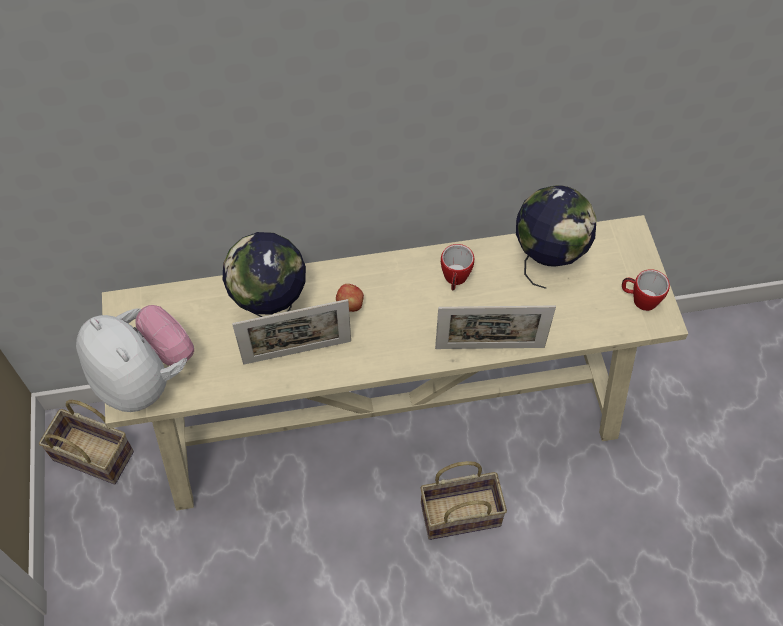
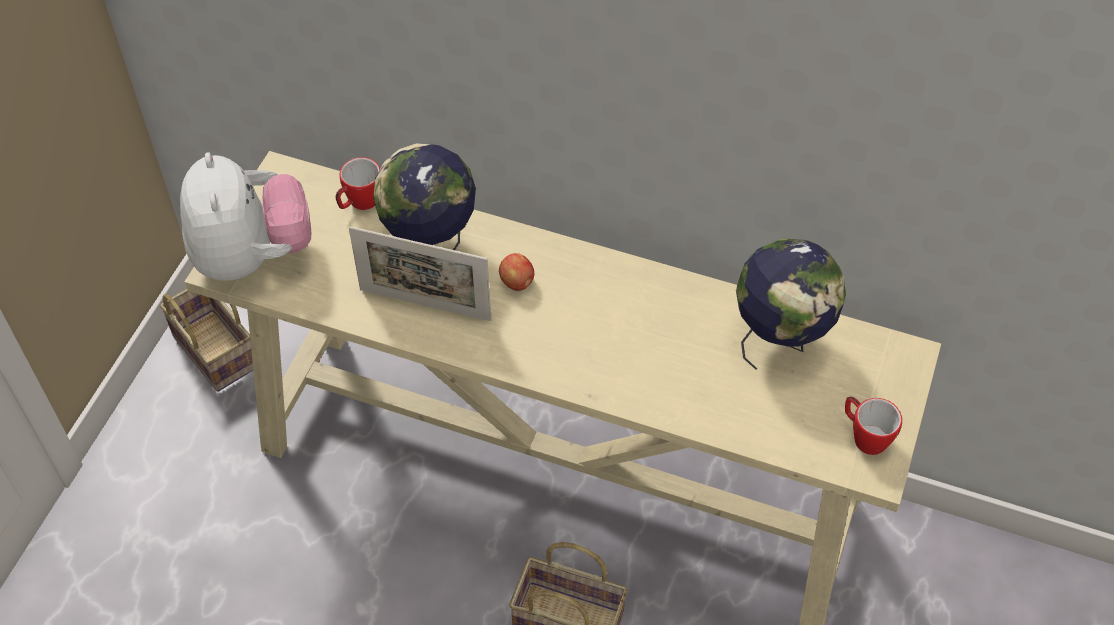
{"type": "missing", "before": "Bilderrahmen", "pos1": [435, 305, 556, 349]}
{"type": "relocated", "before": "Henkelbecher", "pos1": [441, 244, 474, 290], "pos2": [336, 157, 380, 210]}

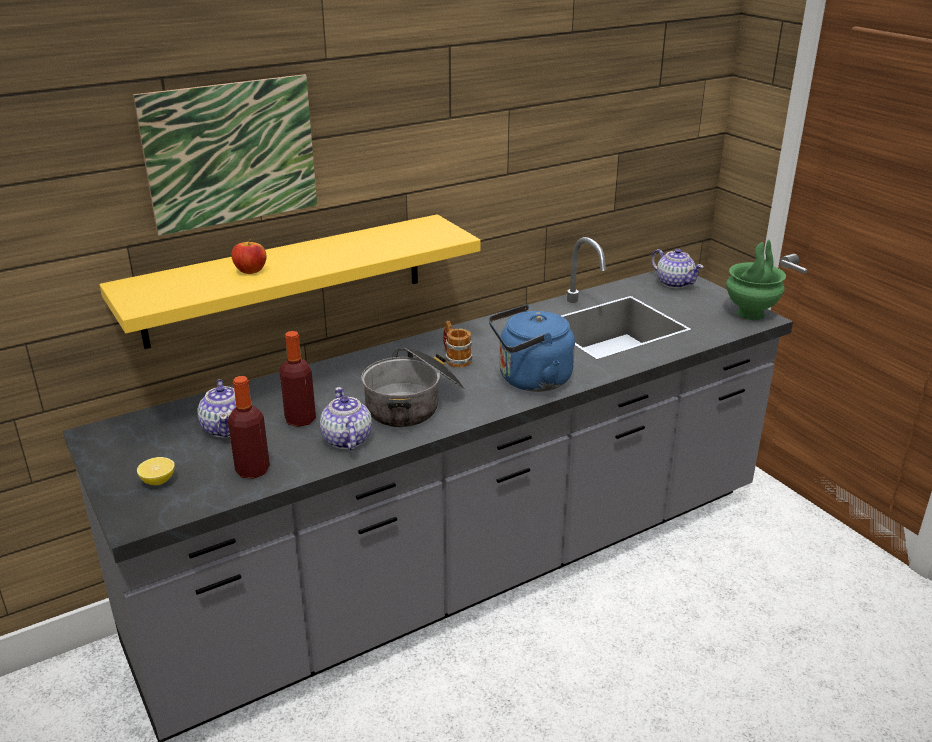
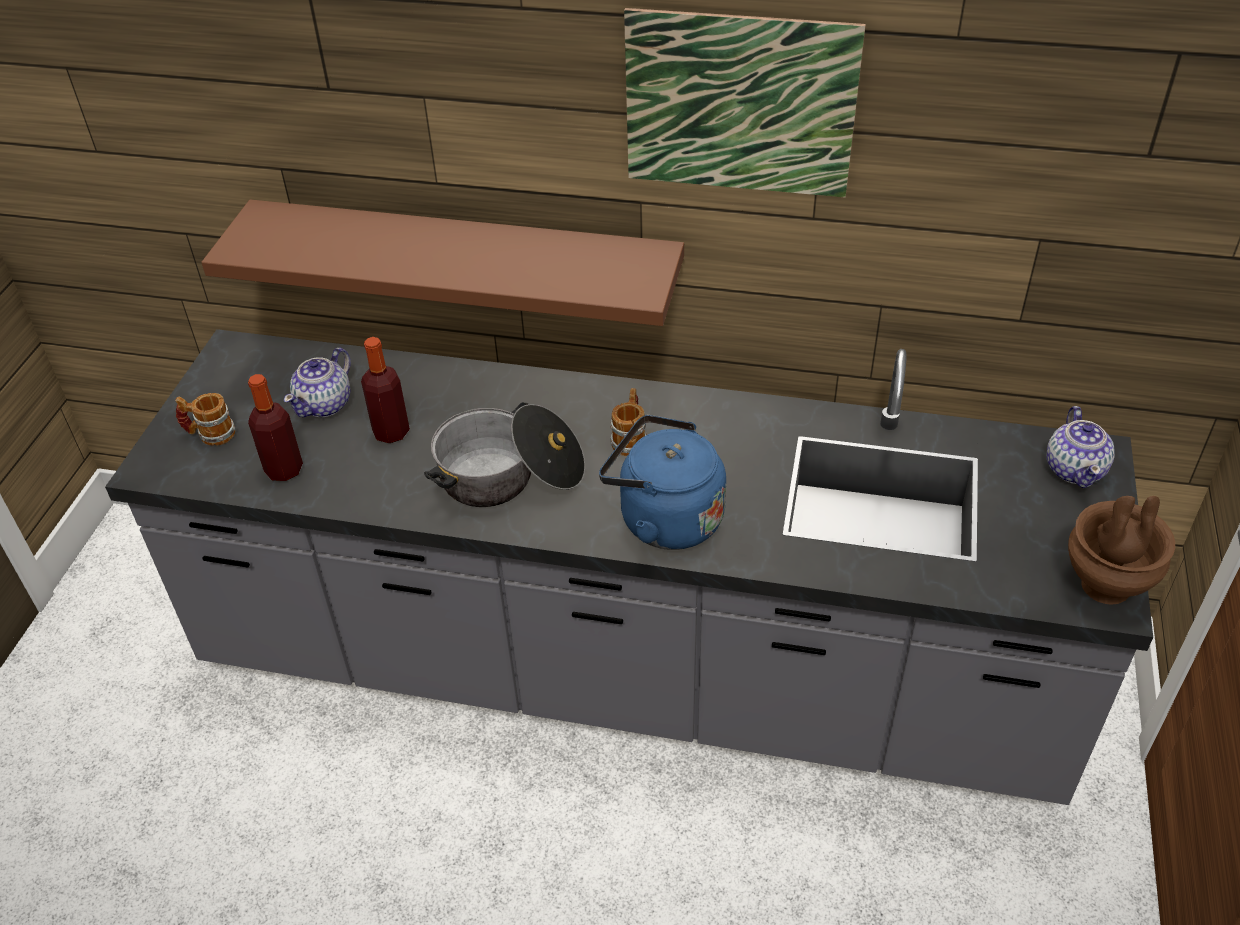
{"type": "colour", "before": "Wandregal/gelb", "after": "Wandregal/braun", "pos1": [99, 214, 481, 349], "pos2": [201, 200, 684, 326]}
{"type": "relocated", "before": "Bild", "pos1": [133, 74, 317, 236], "pos2": [624, 8, 866, 198]}
{"type": "exchanged", "before": "Zitrone", "after": "Henkelbecher", "pos1": [137, 457, 175, 485], "pos2": [175, 393, 235, 446]}
{"type": "missing", "before": "Apfel", "pos1": [231, 239, 266, 274]}
{"type": "missing", "before": "Teekanne", "pos1": [320, 387, 372, 450]}
{"type": "colour", "before": "Vase/grün", "after": "Vase/braun", "pos1": [726, 239, 786, 320], "pos2": [1068, 496, 1175, 605]}

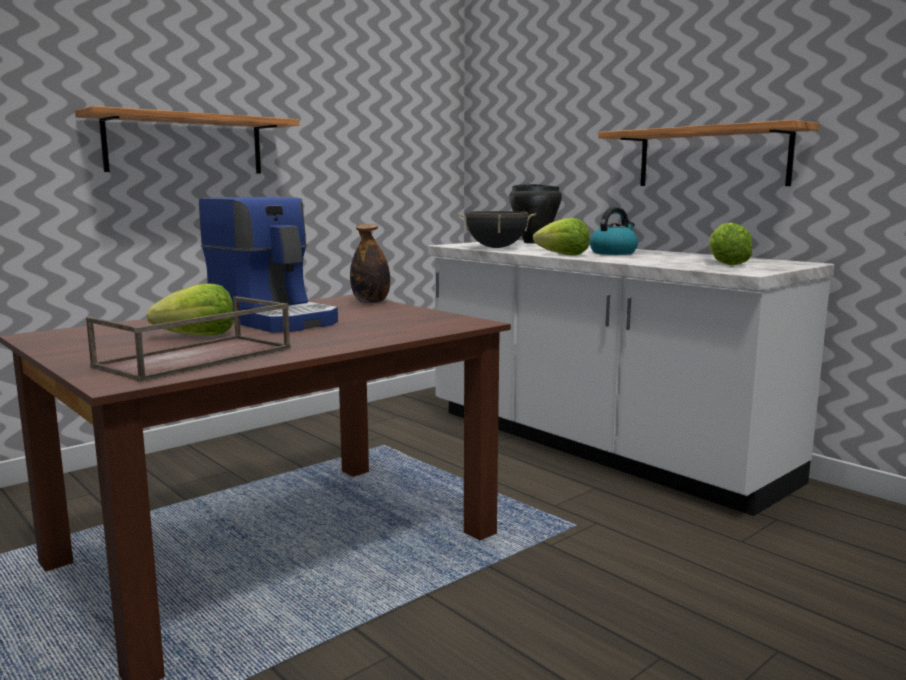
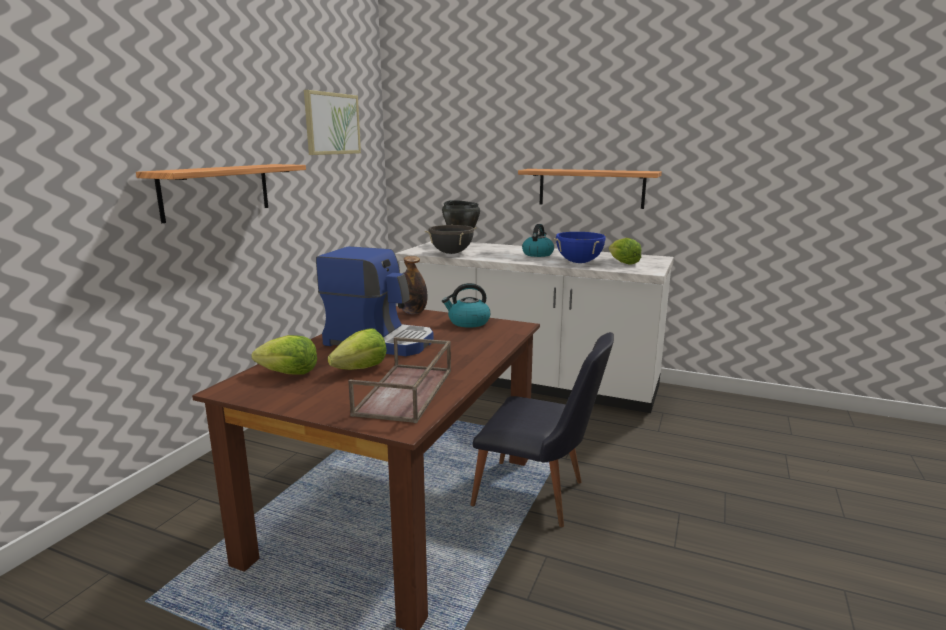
{"type": "relocated", "before": "Salatkopf", "pos1": [533, 218, 590, 255], "pos2": [251, 335, 317, 375]}
{"type": "appeared", "after": "Bild", "pos2": [304, 90, 361, 155]}
{"type": "appeared", "after": "Wasserkessel", "pos2": [442, 283, 490, 328]}
{"type": "appeared", "after": "Stuhl/schwarz", "pos2": [471, 332, 614, 527]}
{"type": "appeared", "after": "Kochtopf/blau", "pos2": [554, 232, 606, 263]}

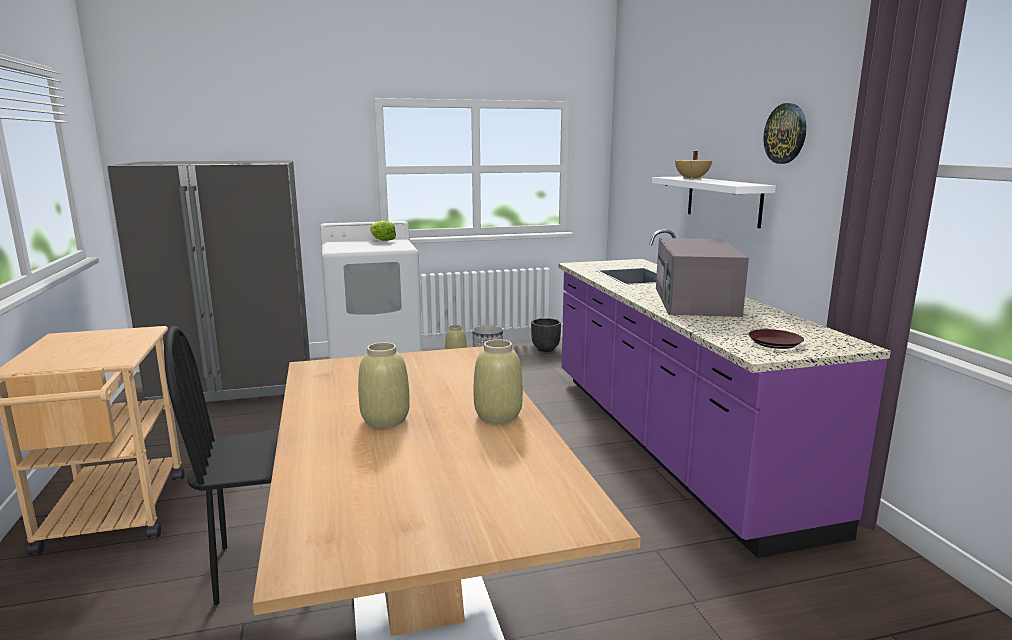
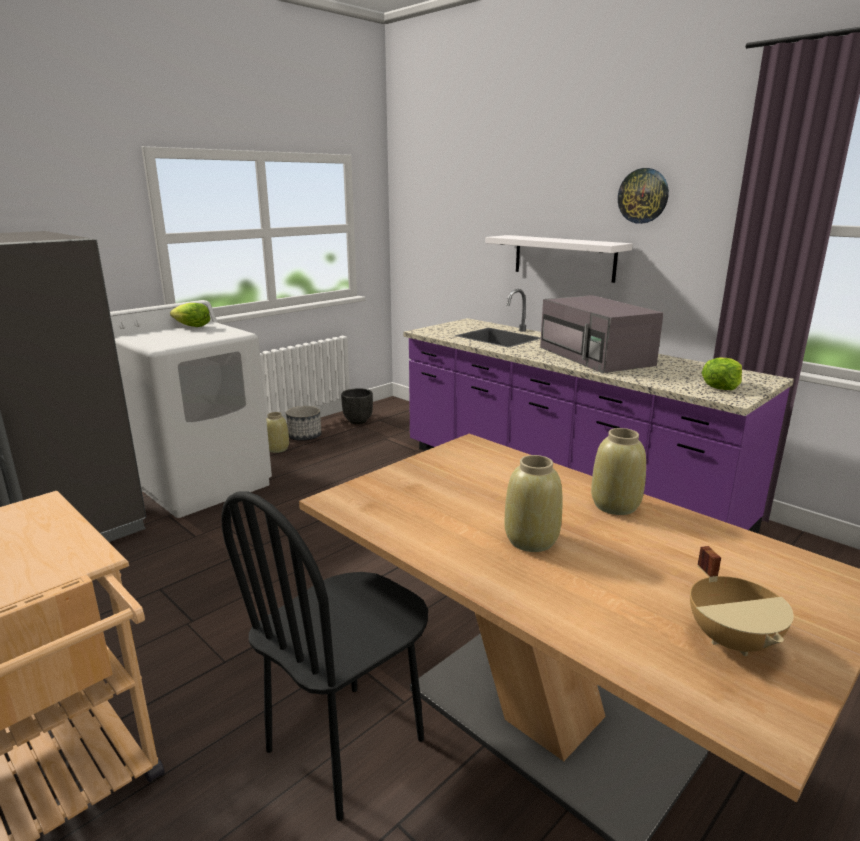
{"type": "relocated", "before": "Kochtopf/beige", "pos1": [675, 151, 713, 180], "pos2": [690, 546, 794, 656]}
{"type": "exchanged", "before": "Teller/braun", "after": "Salatkopf", "pos1": [748, 329, 804, 349], "pos2": [702, 357, 742, 390]}

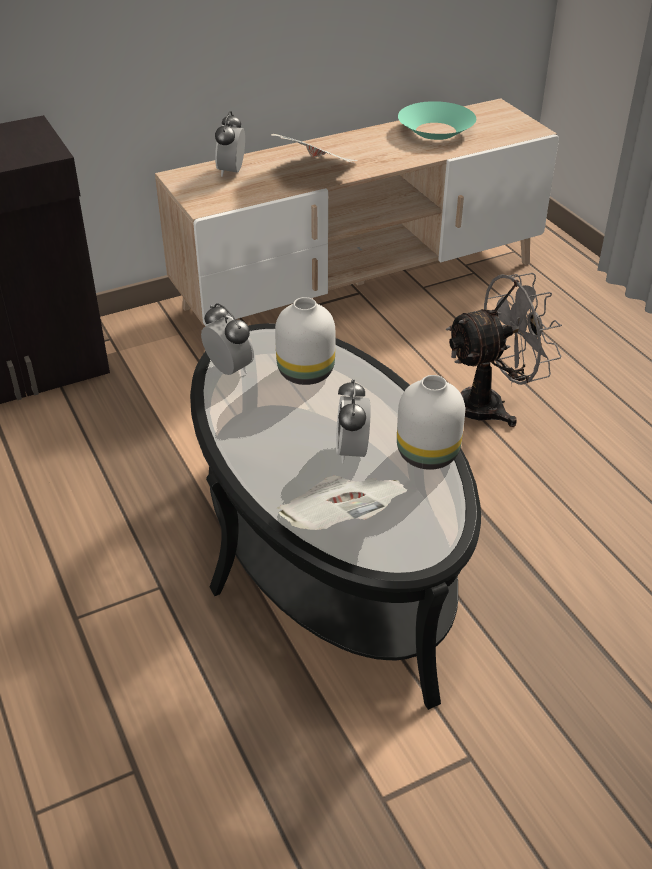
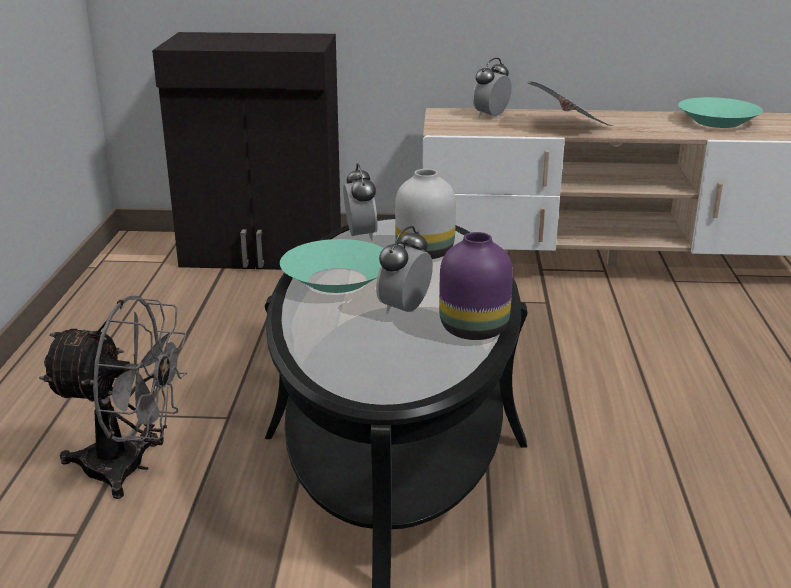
{"type": "missing", "before": "Zeitung", "pos1": [277, 476, 407, 530]}
{"type": "colour", "before": "Vase/weiß", "after": "Vase/lila", "pos1": [397, 375, 465, 470], "pos2": [439, 232, 513, 340]}
{"type": "relocated", "before": "Ventilator/grau", "pos1": [446, 273, 562, 427], "pos2": [39, 295, 187, 499]}
{"type": "appeared", "after": "Schüssel/türkis", "pos2": [280, 239, 384, 293]}

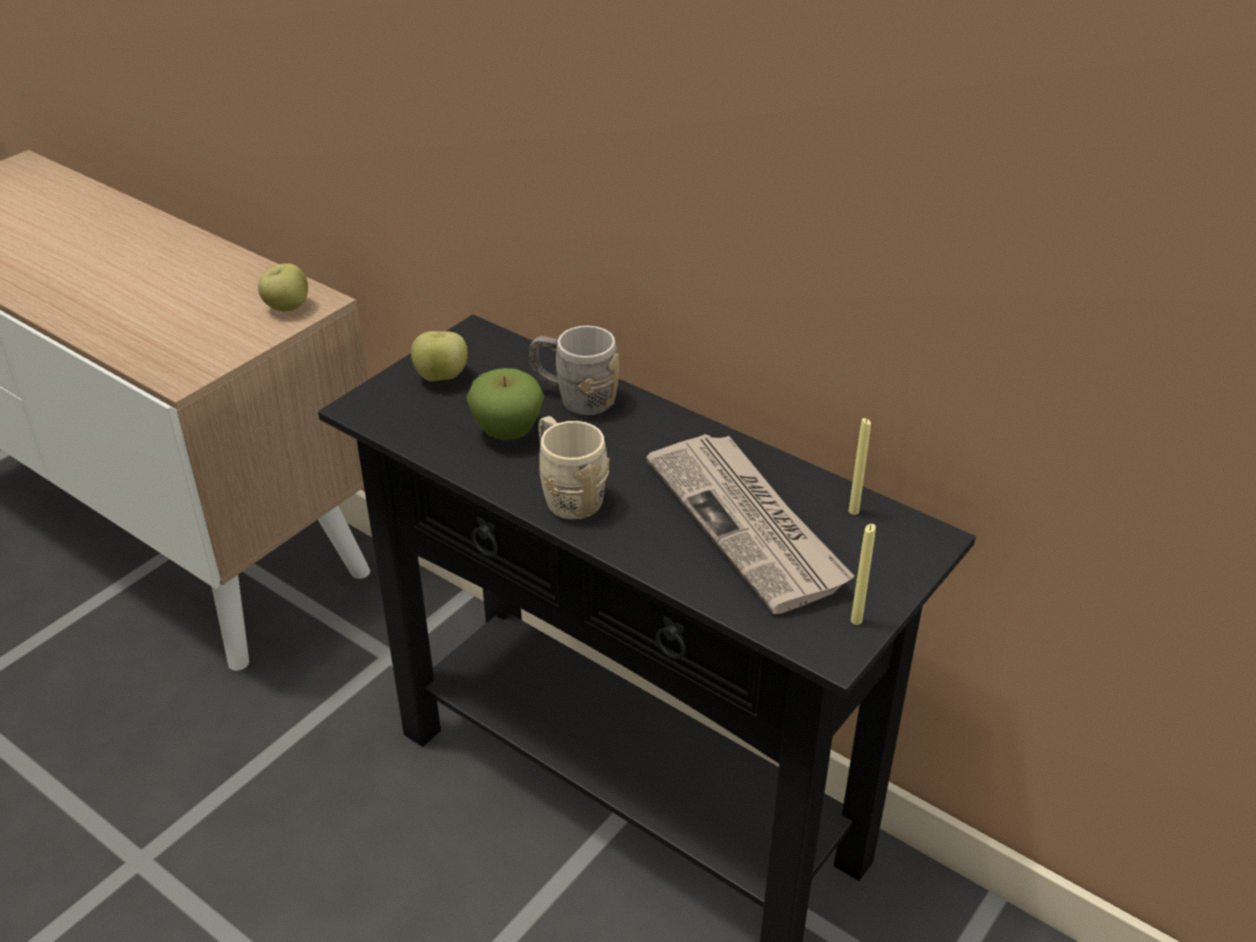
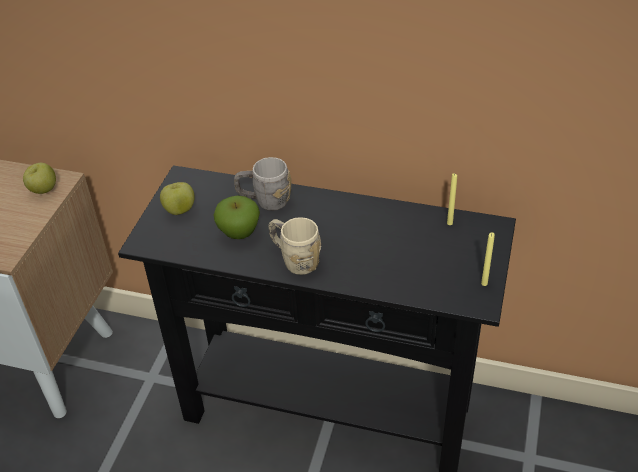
{"type": "missing", "before": "Zeitung", "pos1": [646, 434, 855, 614]}

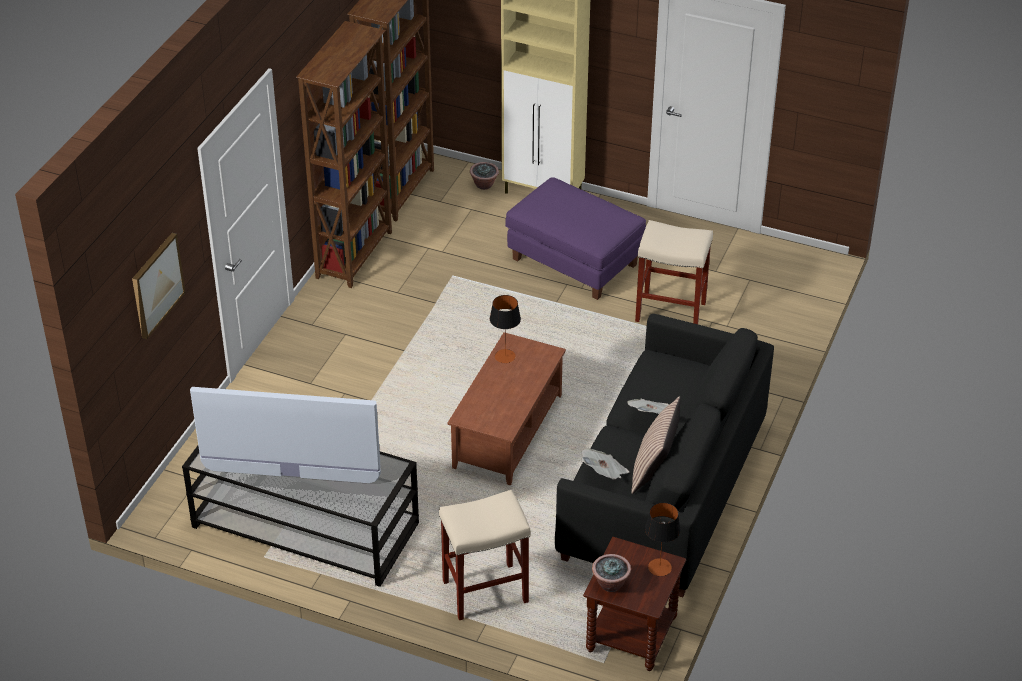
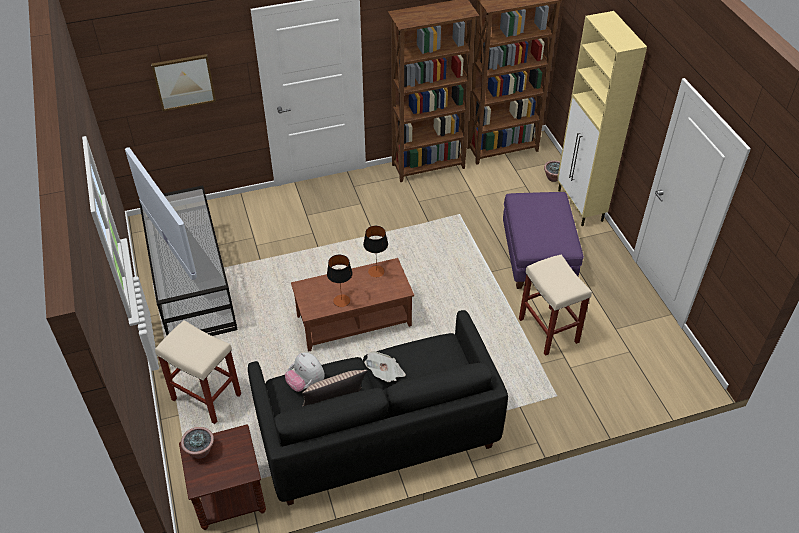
{"type": "exchanged", "before": "Zeitung", "after": "Plüschtier", "pos1": [581, 448, 629, 480], "pos2": [285, 352, 325, 392]}
{"type": "relocated", "before": "Tischlampe", "pos1": [645, 503, 681, 576], "pos2": [327, 255, 352, 307]}

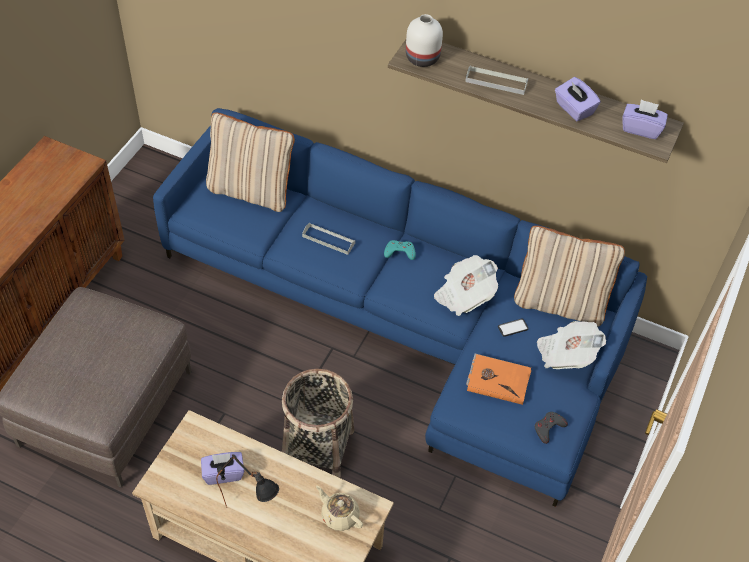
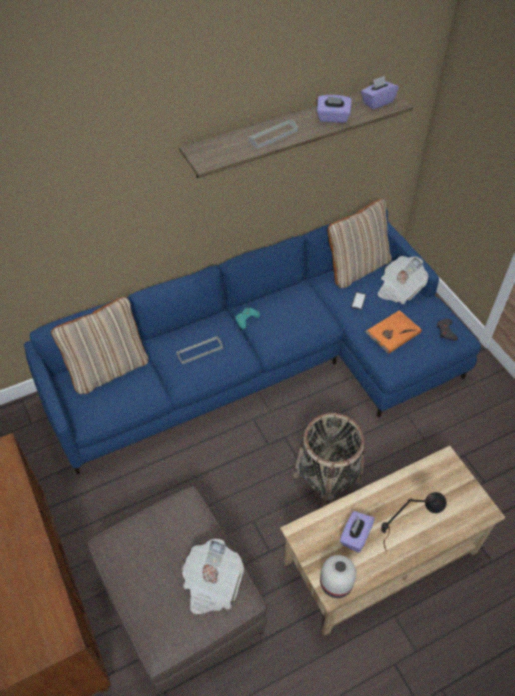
{"type": "missing", "before": "Teekanne/beige", "pos1": [316, 485, 363, 531]}
{"type": "relocated", "before": "Vase/weiß", "pos1": [406, 14, 443, 67], "pos2": [320, 555, 356, 598]}
{"type": "relocated", "before": "Zeitung", "pos1": [434, 255, 498, 316], "pos2": [181, 539, 244, 614]}

